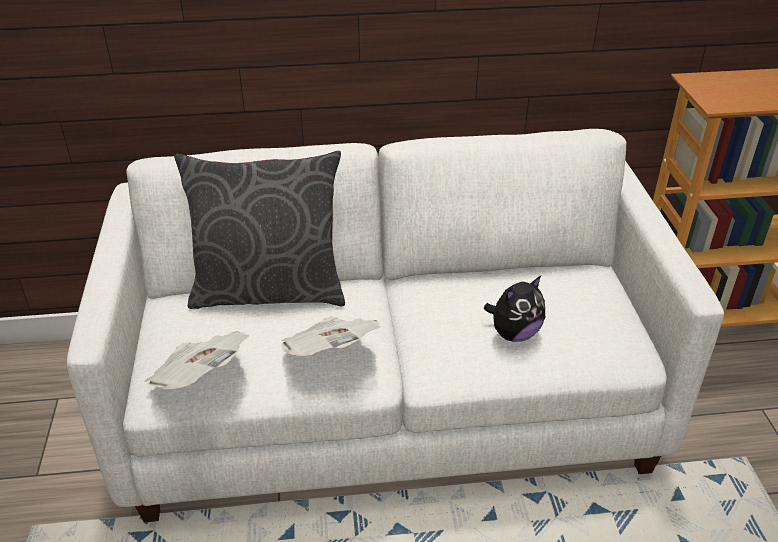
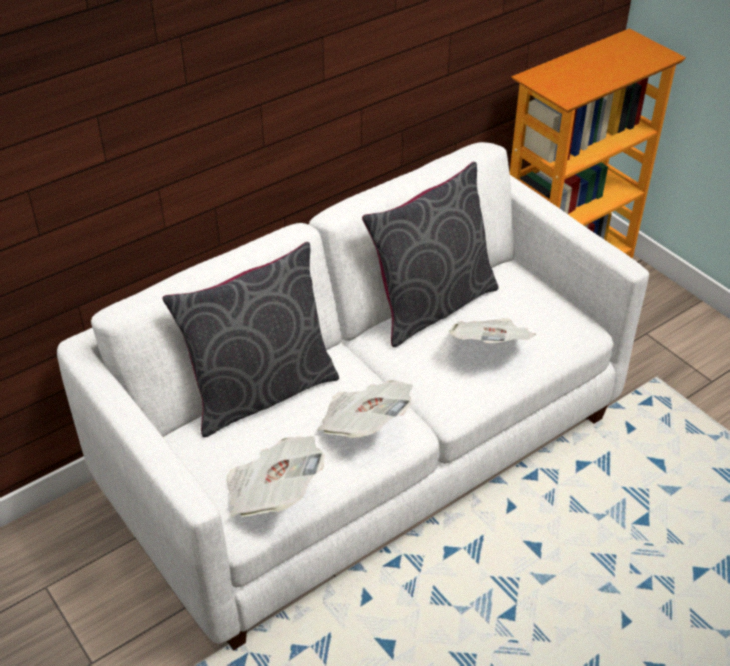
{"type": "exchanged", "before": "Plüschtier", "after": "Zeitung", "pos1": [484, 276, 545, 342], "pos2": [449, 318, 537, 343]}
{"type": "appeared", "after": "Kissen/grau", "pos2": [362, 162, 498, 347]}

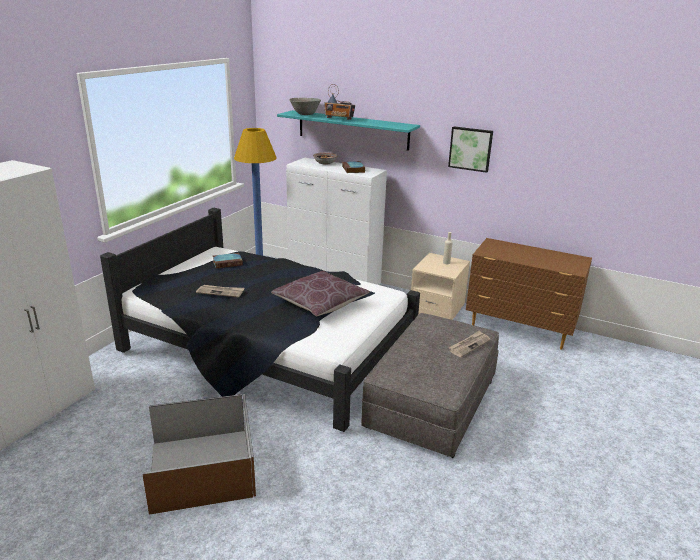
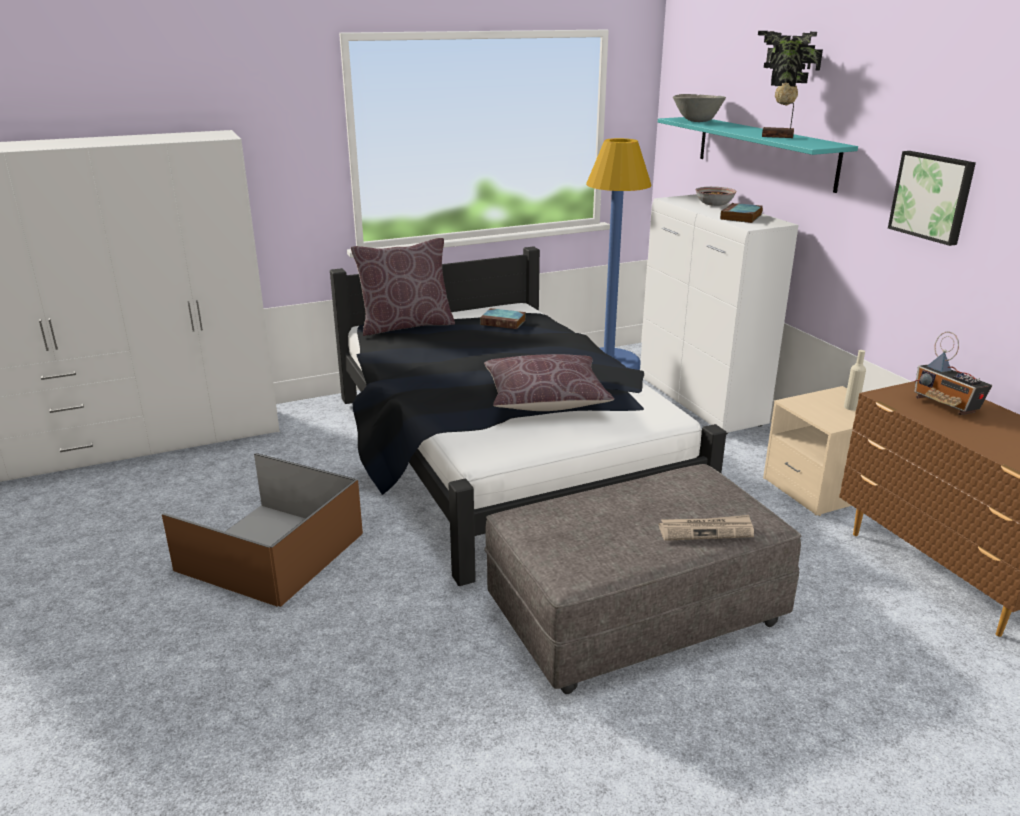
{"type": "missing", "before": "Zeitung", "pos1": [196, 285, 245, 297]}
{"type": "relocated", "before": "Radio", "pos1": [324, 84, 355, 120], "pos2": [914, 332, 992, 415]}
{"type": "appeared", "after": "Kissen/braun", "pos2": [351, 238, 455, 336]}
{"type": "appeared", "after": "Topfpflanze", "pos2": [758, 31, 823, 138]}

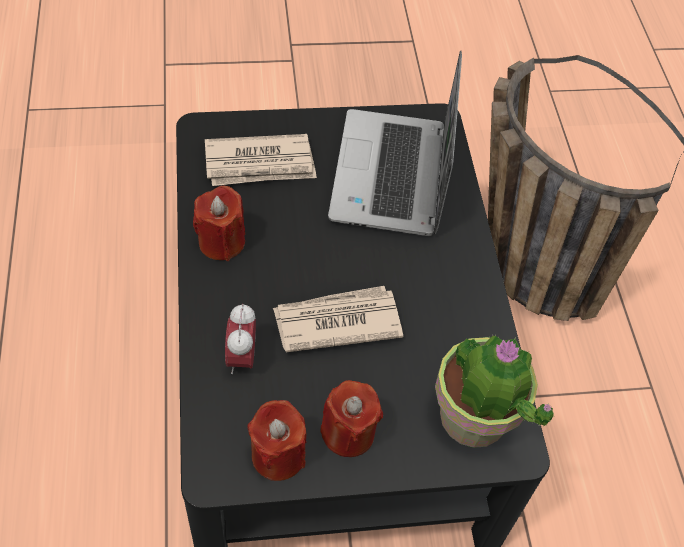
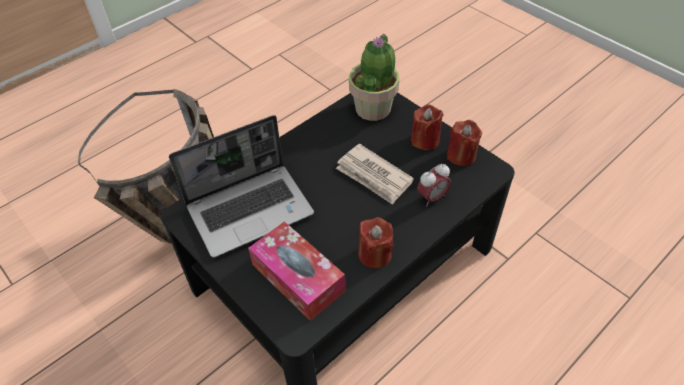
{"type": "exchanged", "before": "Zeitung", "after": "Taschentuchbox", "pos1": [205, 134, 317, 186], "pos2": [248, 221, 345, 321]}

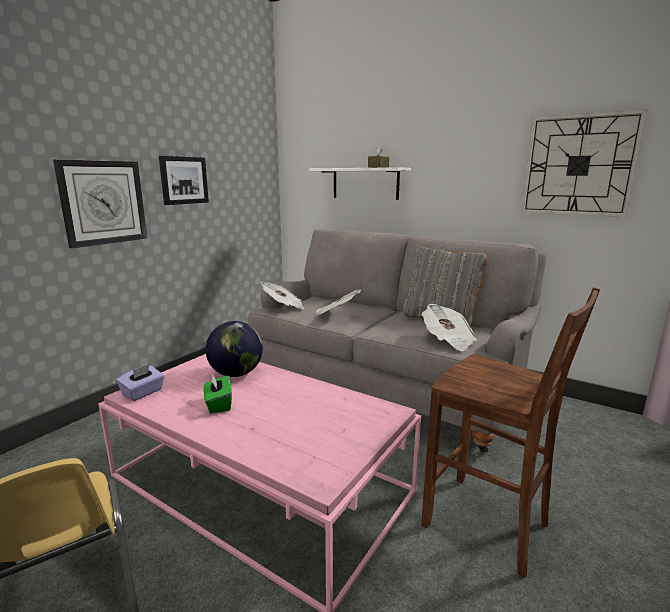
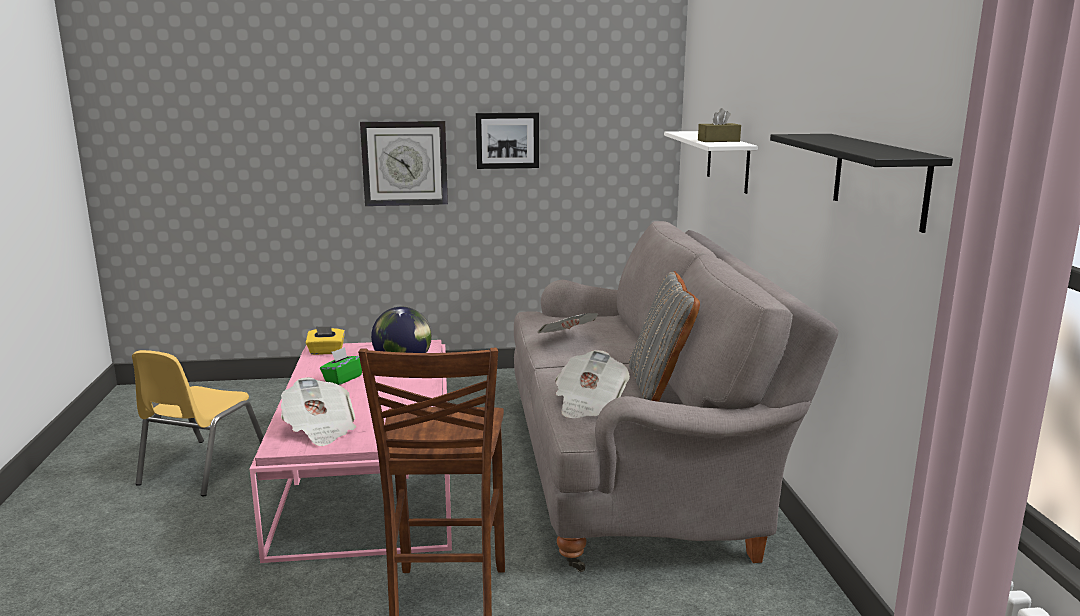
{"type": "colour", "before": "Taschentuchbox/lila", "after": "Taschentuchbox/gelb", "pos1": [116, 364, 164, 401], "pos2": [306, 326, 345, 355]}
{"type": "relocated", "before": "Zeitung", "pos1": [260, 282, 304, 309], "pos2": [281, 377, 356, 446]}
{"type": "exchanged", "before": "Wanduhr", "after": "Wandregal/schwarz", "pos1": [521, 109, 647, 217], "pos2": [770, 134, 953, 233]}

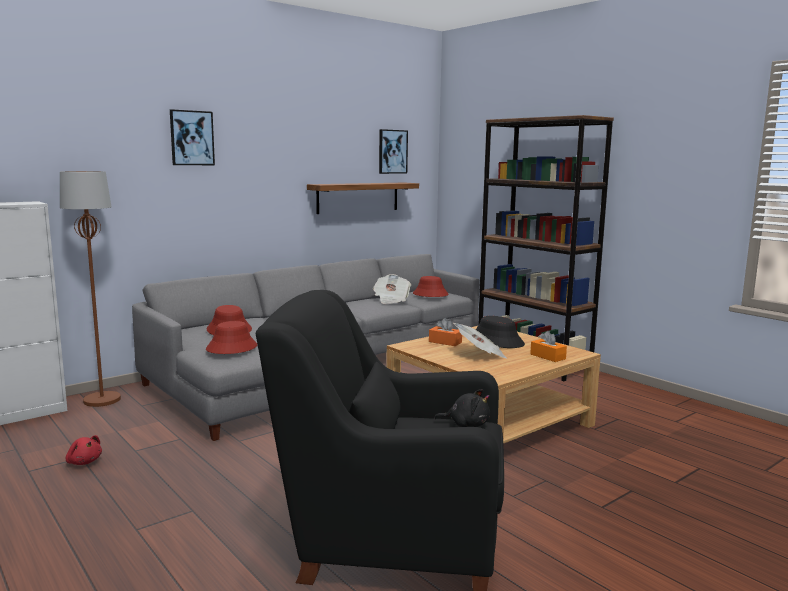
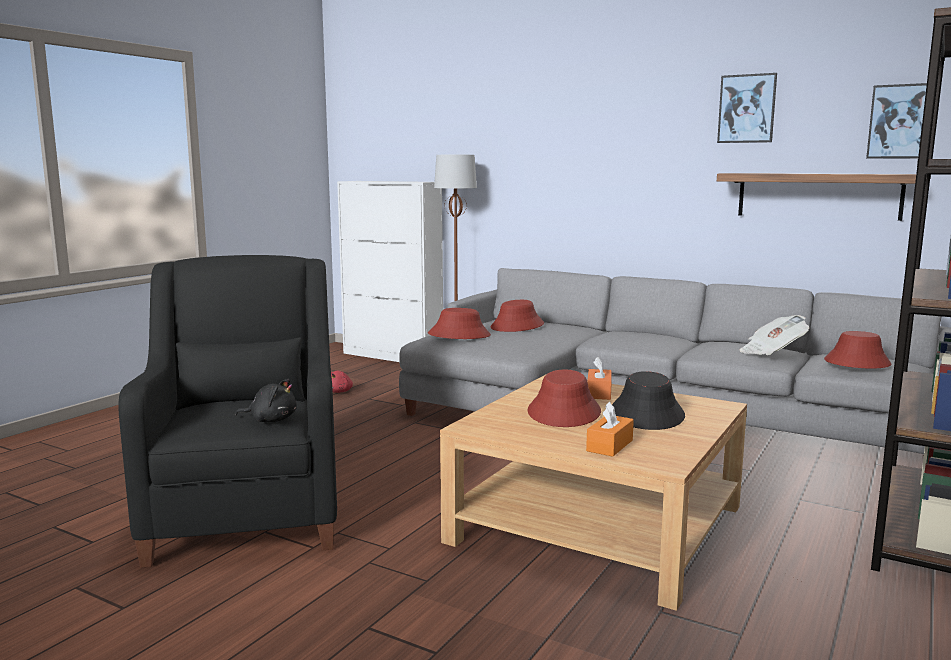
{"type": "relocated", "before": "Bild", "pos1": [170, 109, 215, 165], "pos2": [717, 73, 777, 143]}
{"type": "spun", "before": "Plüschtier/schwarz", "pos1": [434, 389, 490, 427], "pos2": [235, 379, 297, 422], "turn": -75}
{"type": "exchanged", "before": "Zeitung", "after": "Hut/rot", "pos1": [453, 323, 508, 359], "pos2": [527, 370, 601, 427]}

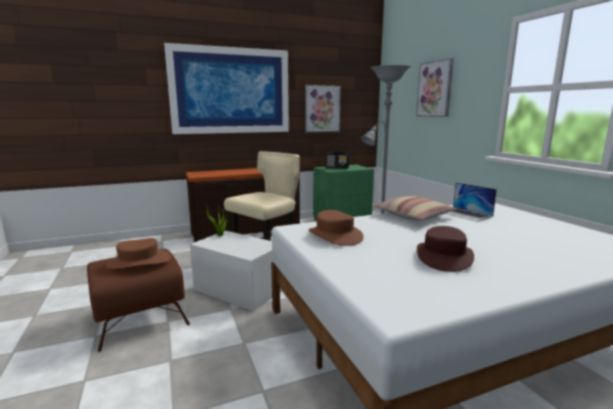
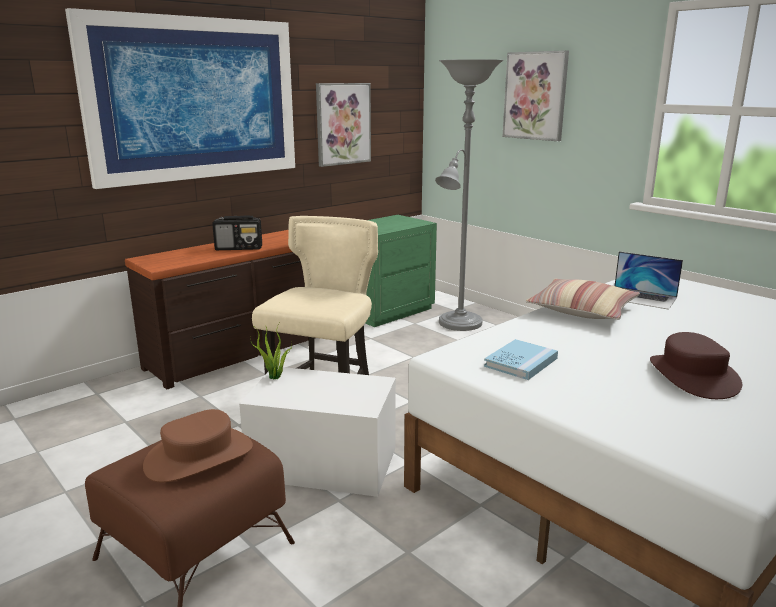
{"type": "exchanged", "before": "Hut/braun", "after": "Buch/blau", "pos1": [309, 210, 364, 246], "pos2": [484, 339, 558, 380]}
{"type": "relocated", "before": "Radio", "pos1": [326, 151, 349, 169], "pos2": [212, 215, 262, 250]}

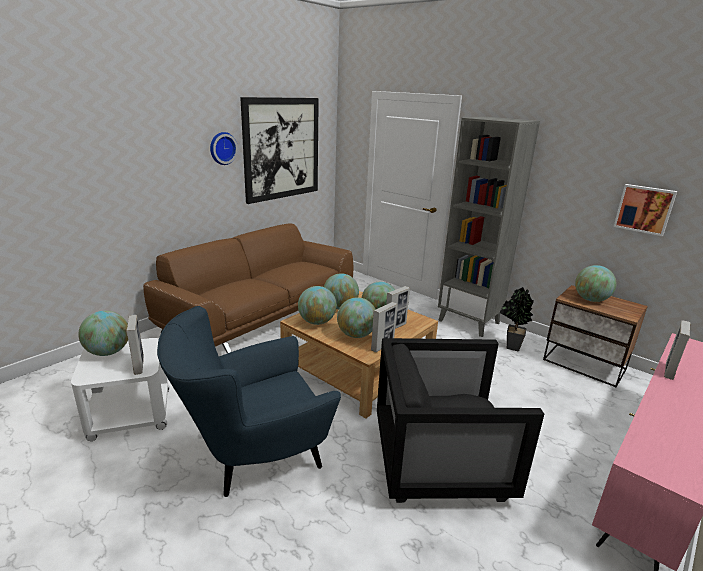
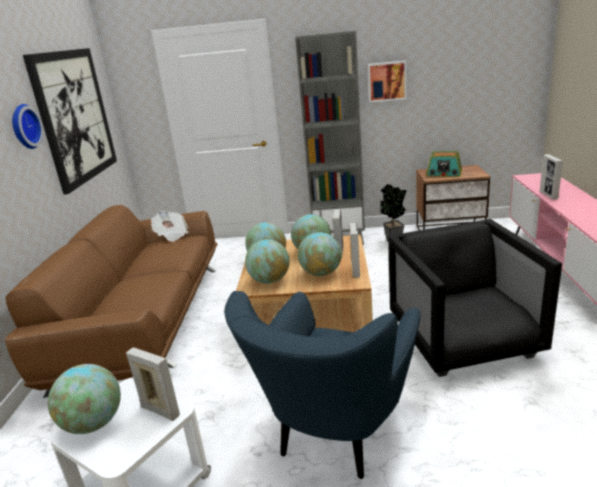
{"type": "spun", "before": "Sessel/schwarz", "pos1": [377, 338, 544, 503], "pos2": [388, 219, 562, 377], "turn": 120}
{"type": "exchanged", "before": "Globus", "after": "Radio", "pos1": [575, 265, 616, 302], "pos2": [426, 151, 462, 176]}
{"type": "relocated", "before": "Bild", "pos1": [614, 184, 677, 236], "pos2": [368, 61, 407, 103]}
{"type": "appeared", "after": "Zeitung", "pos2": [151, 211, 188, 242]}

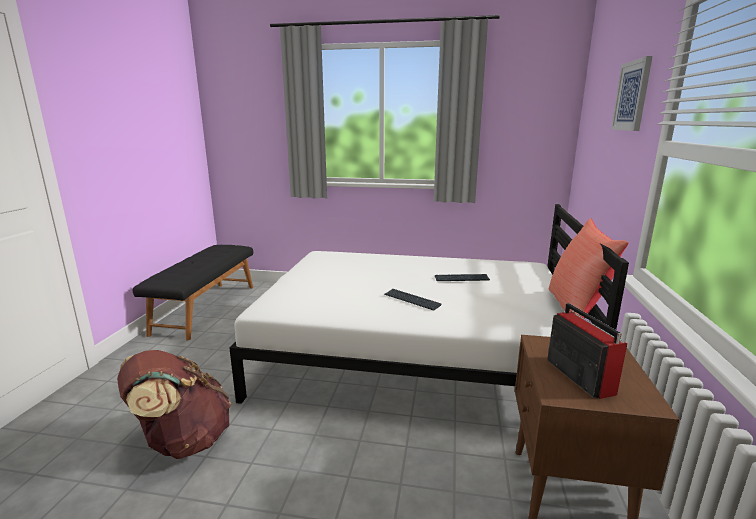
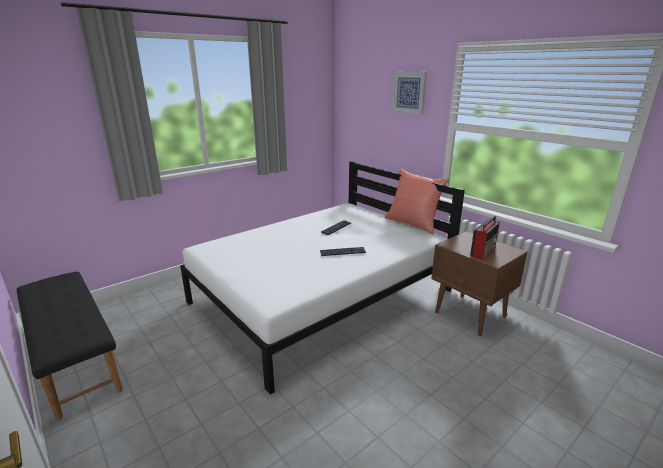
{"type": "missing", "before": "Rucksack/braun", "pos1": [117, 350, 231, 459]}
{"type": "spun", "before": "Radio", "pos1": [547, 303, 627, 399], "pos2": [470, 216, 500, 260], "turn": 105}

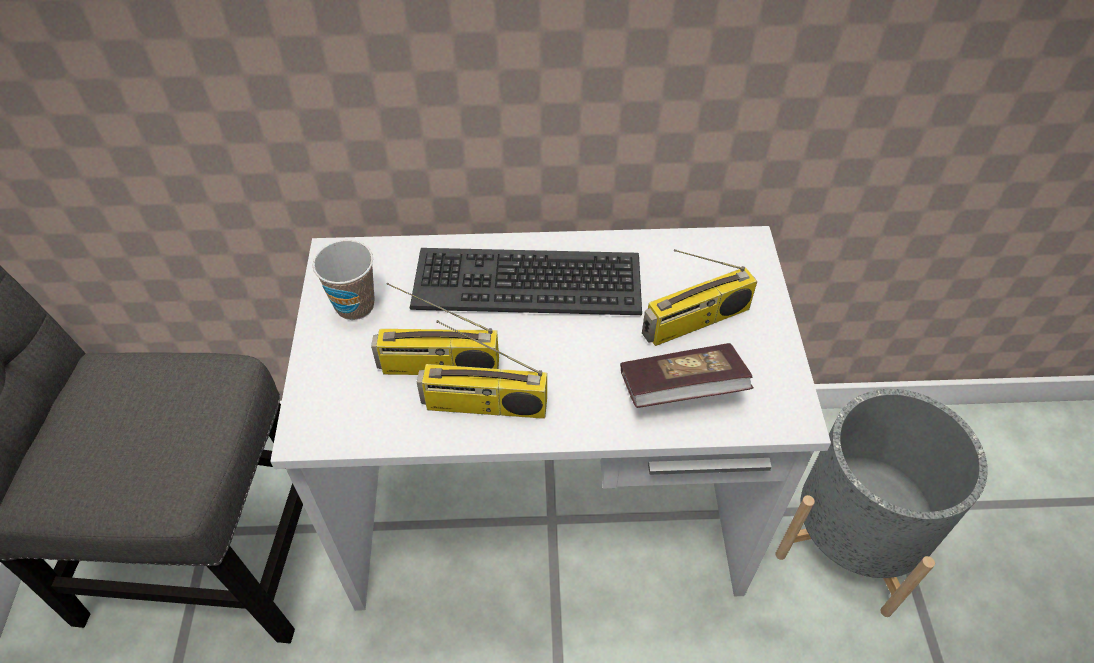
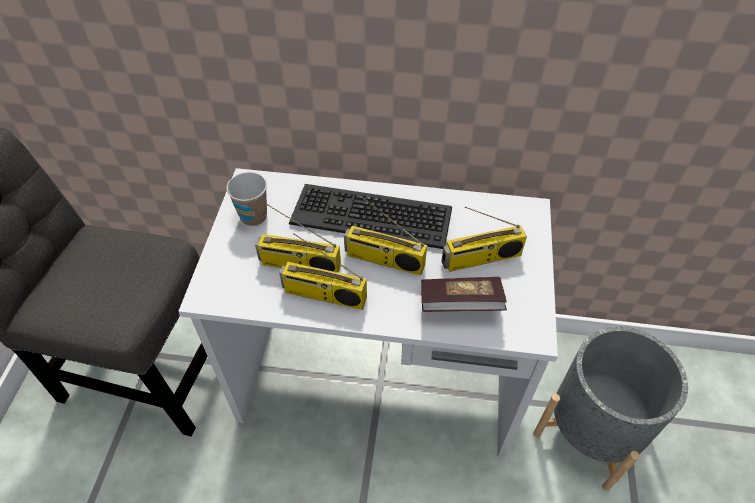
{"type": "appeared", "after": "Radio", "pos2": [344, 197, 427, 276]}

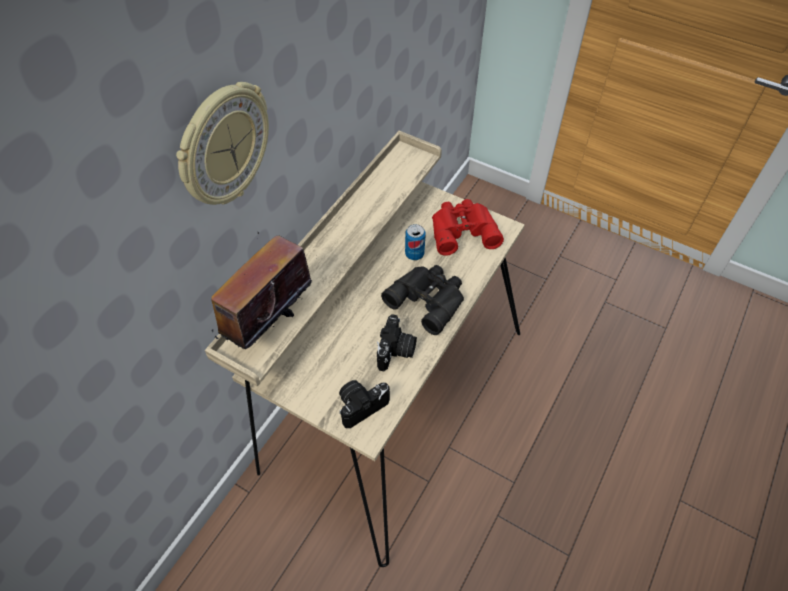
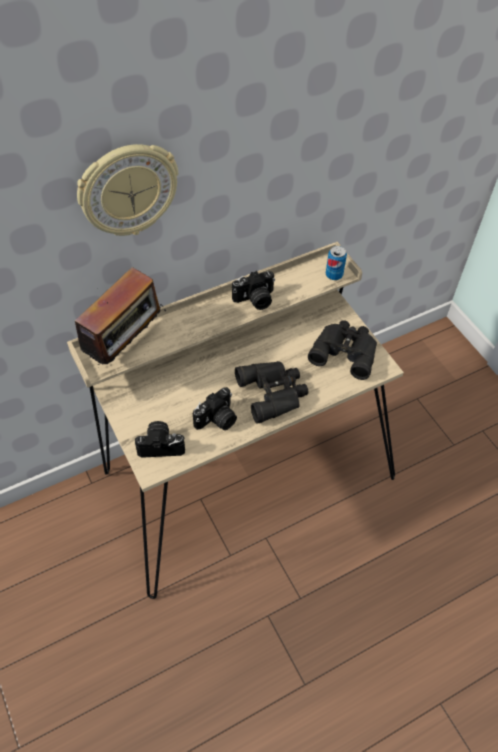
{"type": "spun", "before": "Radio", "pos1": [211, 231, 312, 349], "pos2": [67, 267, 166, 365], "turn": 150}
{"type": "relocated", "before": "Dose", "pos1": [405, 224, 426, 260], "pos2": [326, 246, 347, 280]}
{"type": "colour", "before": "Fernglas/rot", "after": "Fernglas/schwarz", "pos1": [432, 199, 504, 256], "pos2": [308, 320, 377, 380]}
{"type": "appeared", "after": "Kamera", "pos2": [232, 271, 275, 310]}

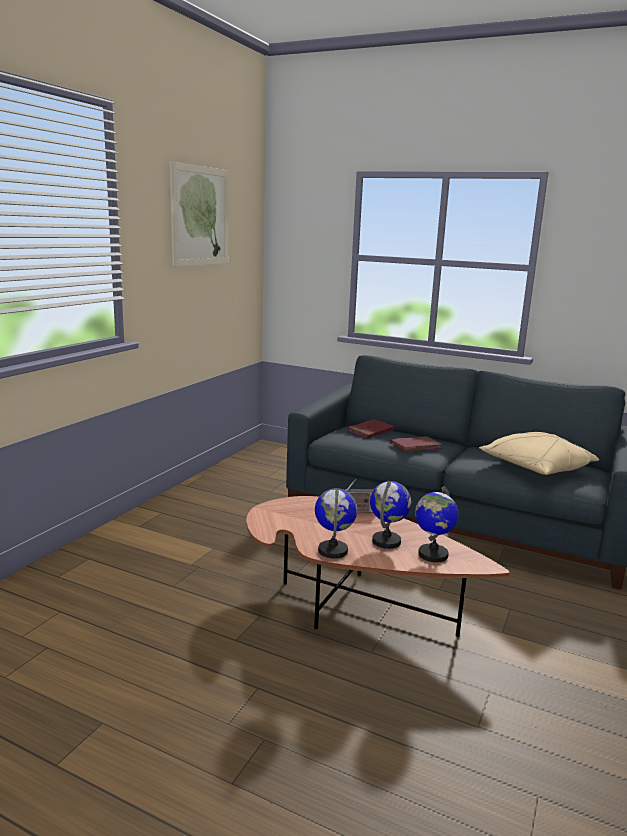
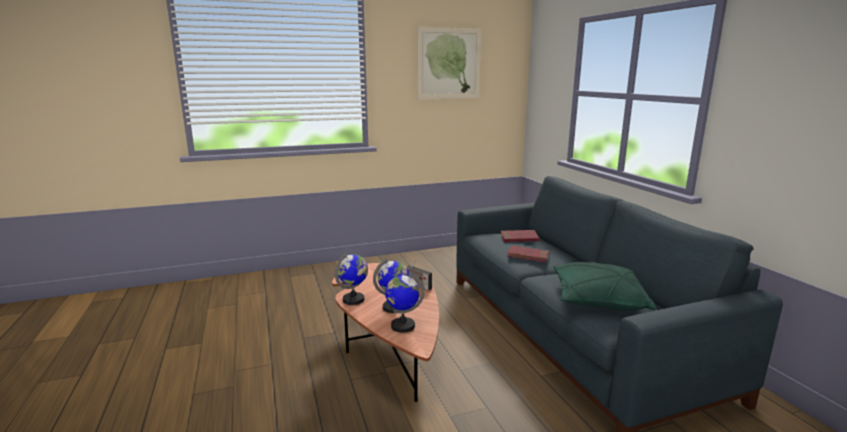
{"type": "colour", "before": "Kissen/beige", "after": "Kissen/grün", "pos1": [479, 432, 599, 475], "pos2": [553, 262, 656, 311]}

